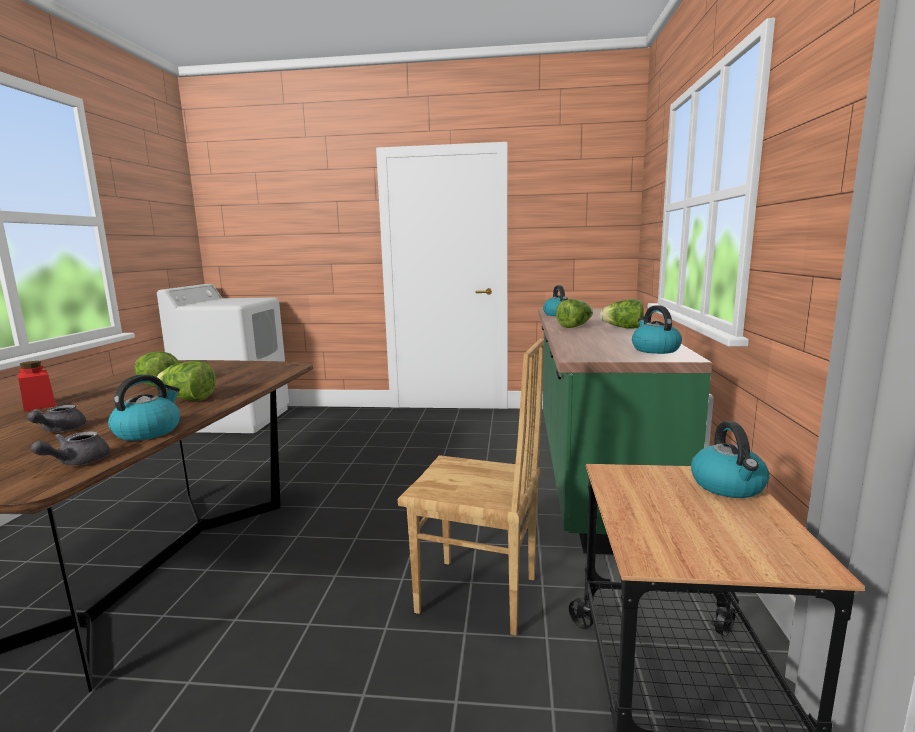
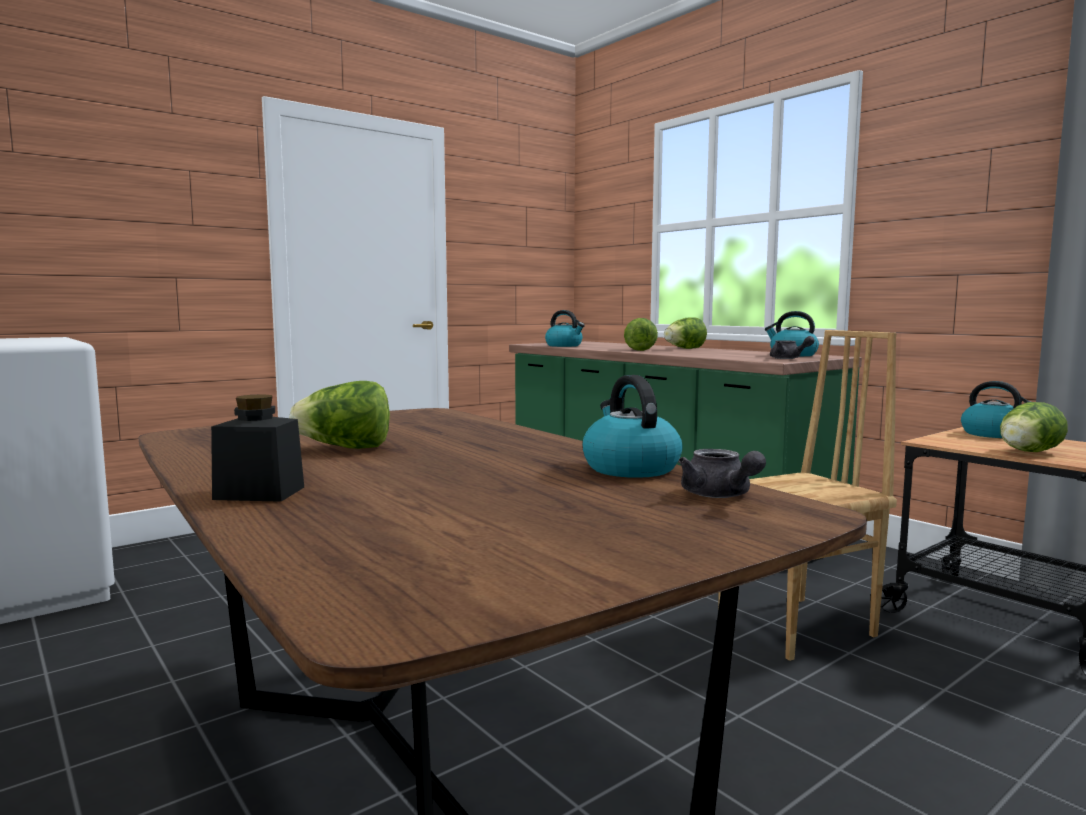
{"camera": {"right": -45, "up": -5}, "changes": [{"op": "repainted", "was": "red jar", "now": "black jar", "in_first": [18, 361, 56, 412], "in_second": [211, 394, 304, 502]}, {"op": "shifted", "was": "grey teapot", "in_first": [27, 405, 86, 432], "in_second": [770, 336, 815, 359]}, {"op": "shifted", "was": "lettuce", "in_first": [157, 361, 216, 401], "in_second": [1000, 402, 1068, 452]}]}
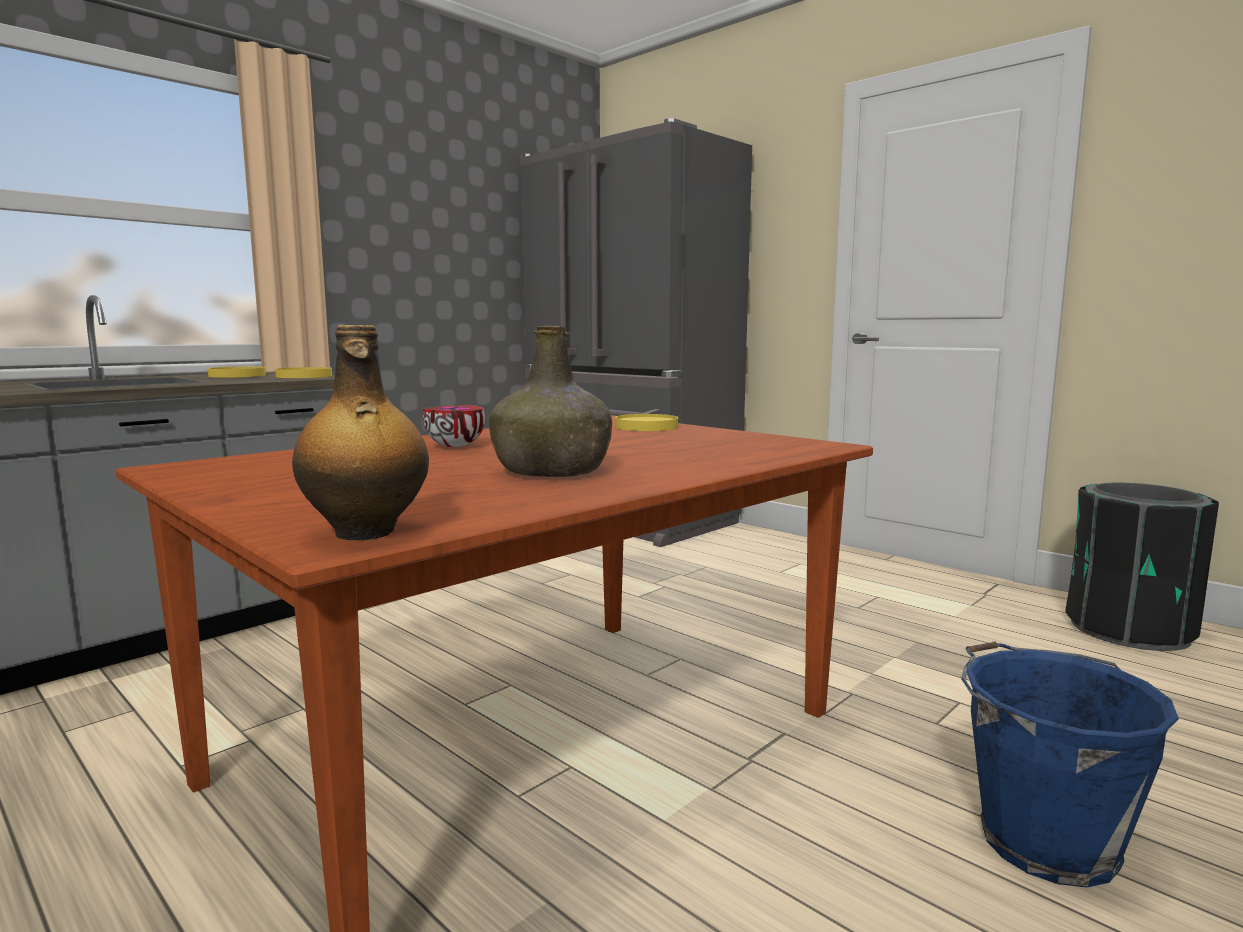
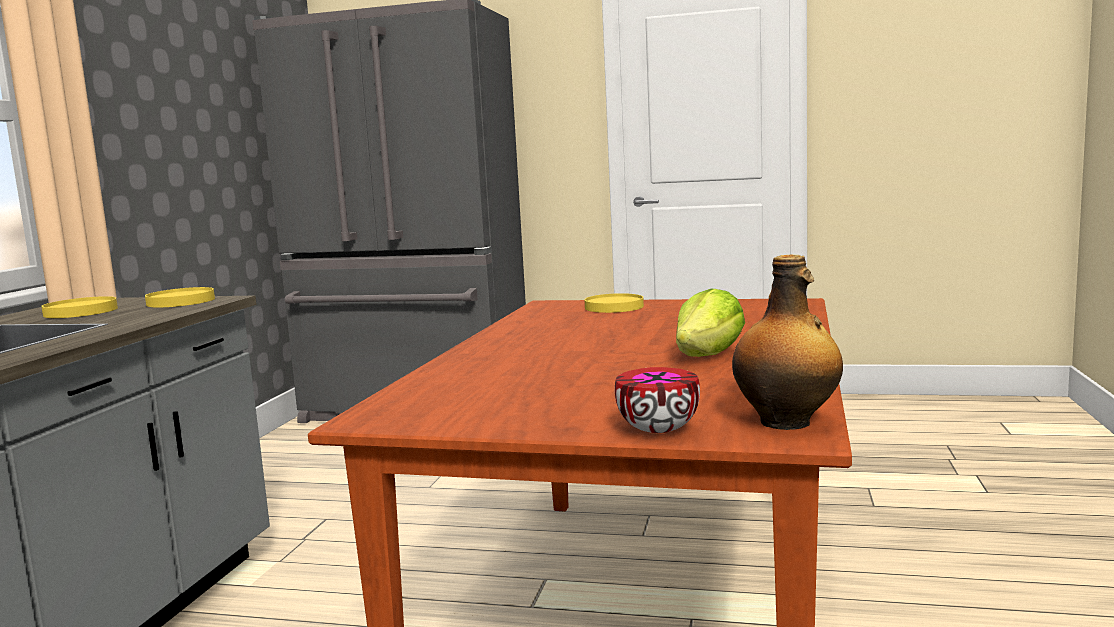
{"camera": {"right": -30, "up": 0}, "changes": [{"op": "shifted", "was": "bowl", "in_first": [423, 405, 485, 447], "in_second": [615, 367, 700, 433]}, {"op": "swapped", "was": "green bottle", "now": "lettuce", "in_first": [489, 326, 612, 477], "in_second": [676, 289, 745, 357]}, {"op": "gone", "was": "blue bucket", "in_first": [961, 641, 1179, 887]}, {"op": "gone", "was": "black trash can", "in_first": [1065, 482, 1219, 651]}]}
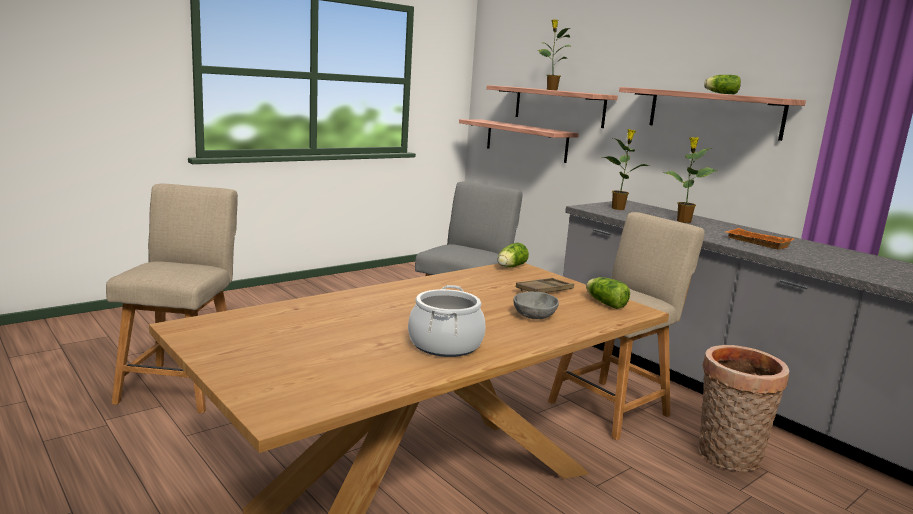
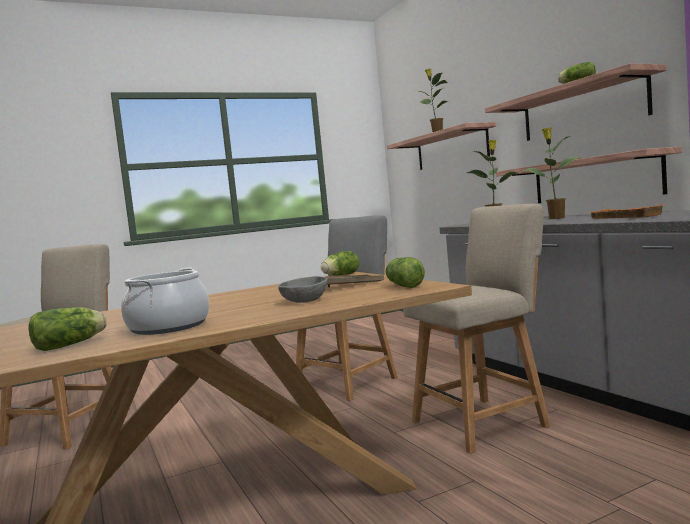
{"camera": {"right": 15, "up": -10}, "changes": [{"op": "shifted", "was": "shelf", "in_first": [459, 119, 579, 163], "in_second": [496, 146, 682, 203]}, {"op": "gone", "was": "basket", "in_first": [698, 345, 789, 472]}, {"op": "new", "now": "lettuce", "in_second": [28, 307, 107, 351]}]}
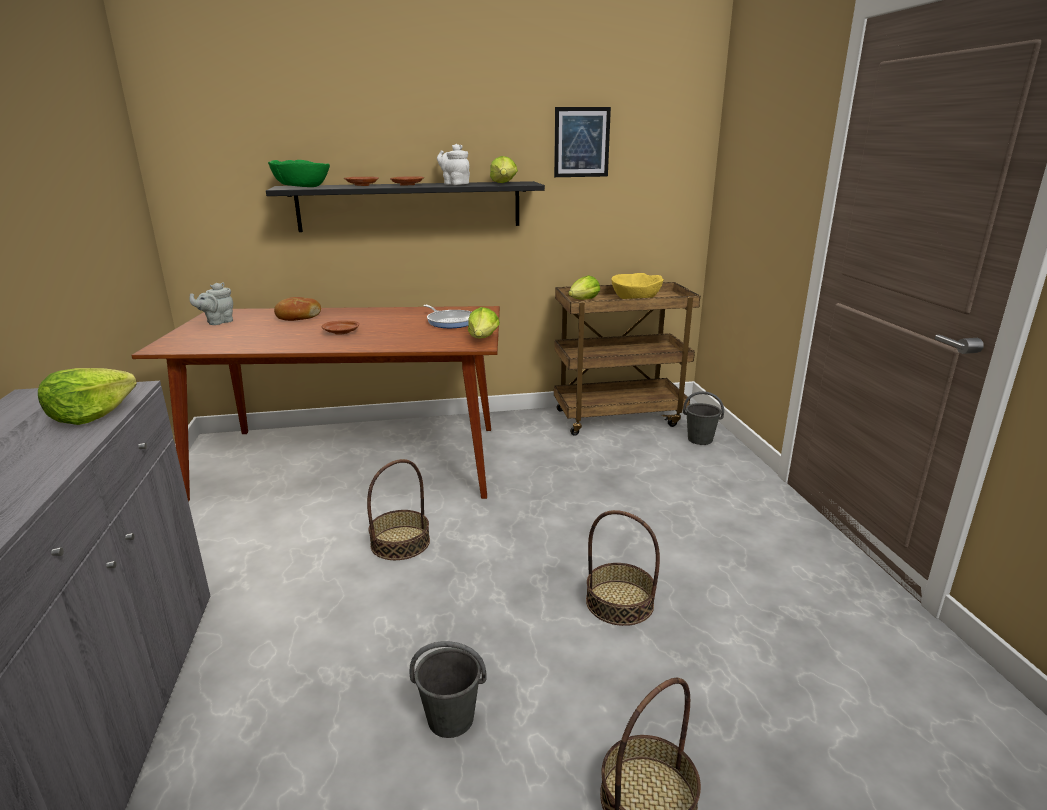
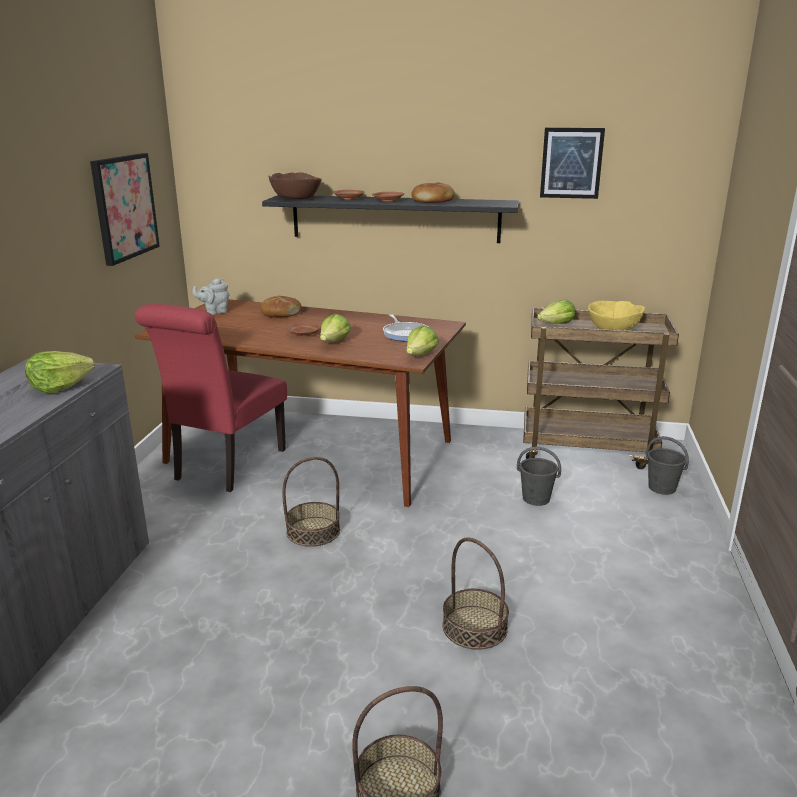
{"camera": {"right": 20, "up": 0}, "changes": [{"op": "repainted", "was": "green bowl", "now": "brown bowl", "in_first": [268, 160, 330, 187], "in_second": [268, 172, 322, 199]}, {"op": "shifted", "was": "grey bucket", "in_first": [410, 641, 487, 738], "in_second": [517, 447, 561, 506]}, {"op": "swapped", "was": "white teapot", "now": "bread", "in_first": [437, 144, 470, 185], "in_second": [411, 182, 455, 203]}, {"op": "shifted", "was": "lettuce", "in_first": [490, 156, 518, 183], "in_second": [320, 314, 351, 342]}, {"op": "new", "now": "picture", "in_second": [90, 153, 160, 266]}, {"op": "new", "now": "red chair", "in_second": [135, 304, 287, 492]}]}
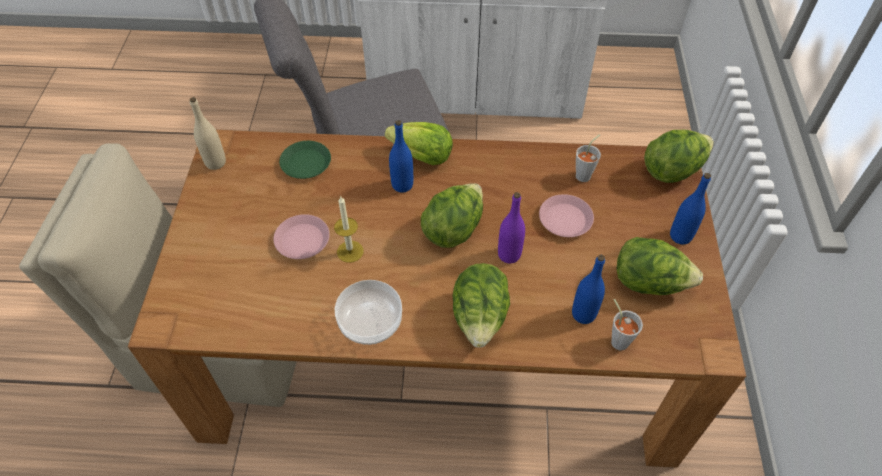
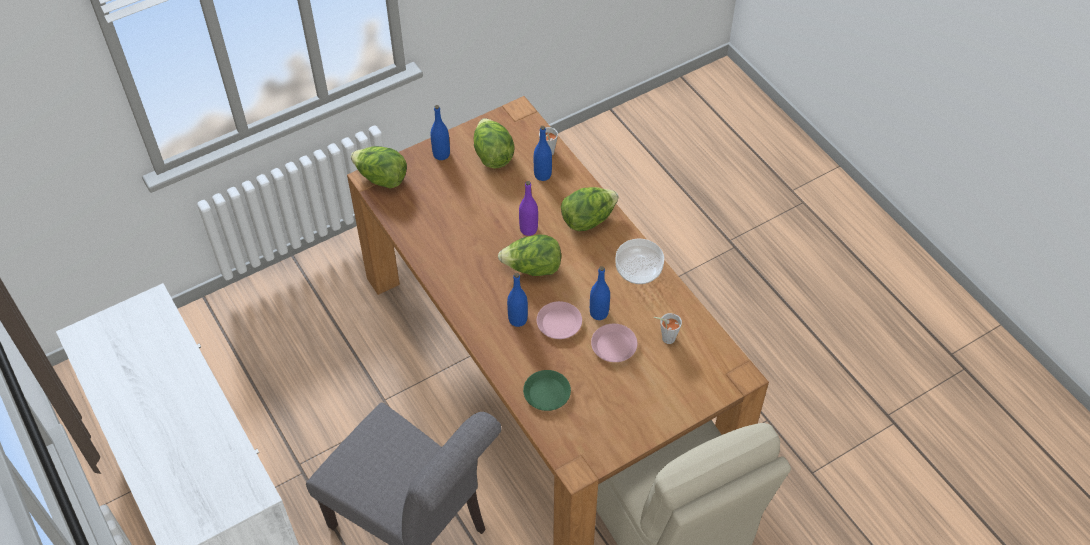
{"camera": {"right": -125, "up": 0}, "changes": [{"op": "gone", "was": "beige bottle", "in_first": [190, 97, 226, 170]}, {"op": "swapped", "was": "candle", "now": "blue bottle", "in_first": [334, 197, 363, 263], "in_second": [590, 266, 610, 320]}, {"op": "gone", "was": "lettuce", "in_first": [385, 122, 453, 165]}, {"op": "shifted", "was": "pink plate", "in_first": [539, 194, 594, 237], "in_second": [537, 301, 582, 339]}, {"op": "shifted", "was": "grey cup", "in_first": [576, 134, 601, 182], "in_second": [654, 313, 682, 344]}]}
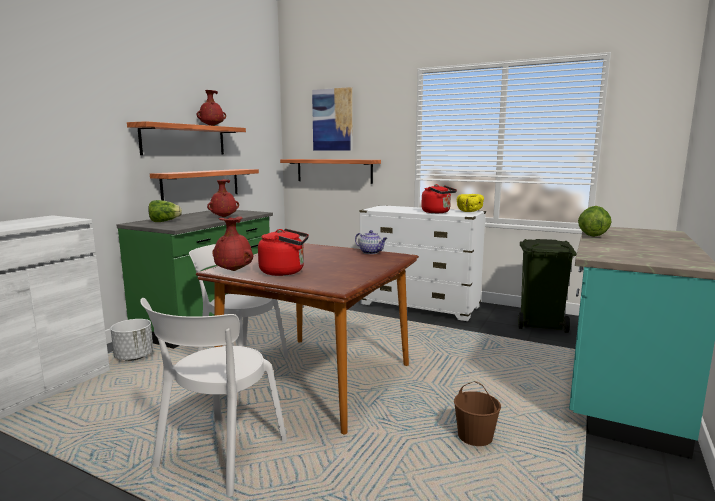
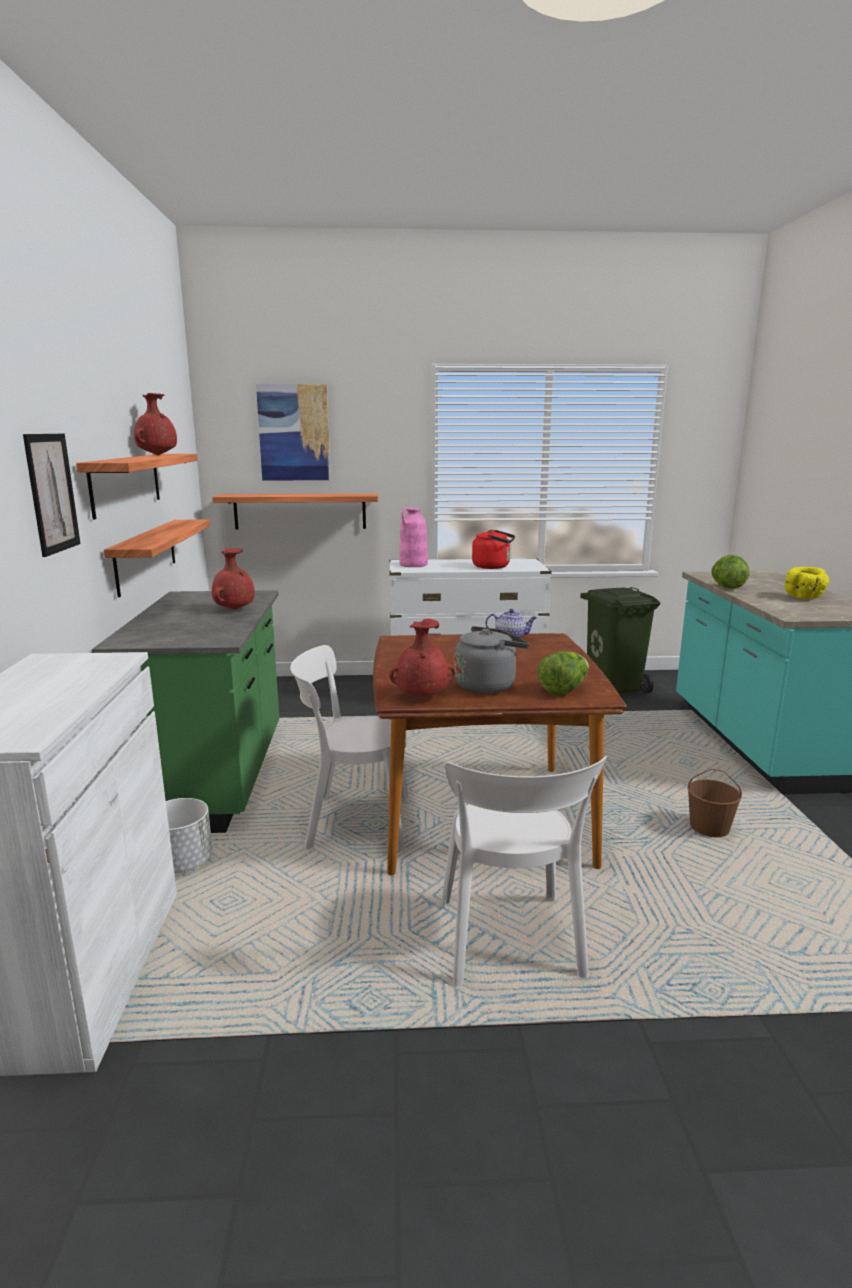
{"camera": {"right": -30, "up": 5}, "changes": [{"op": "shifted", "was": "lettuce", "in_first": [148, 200, 182, 222], "in_second": [537, 651, 589, 695]}, {"op": "repainted", "was": "red kettle", "now": "grey kettle", "in_first": [258, 229, 309, 276], "in_second": [454, 626, 529, 694]}, {"op": "shifted", "was": "yellow bowl", "in_first": [457, 194, 484, 212], "in_second": [785, 567, 829, 599]}, {"op": "new", "now": "picture", "in_second": [23, 434, 80, 557]}, {"op": "new", "now": "pink vase", "in_second": [400, 507, 428, 567]}]}
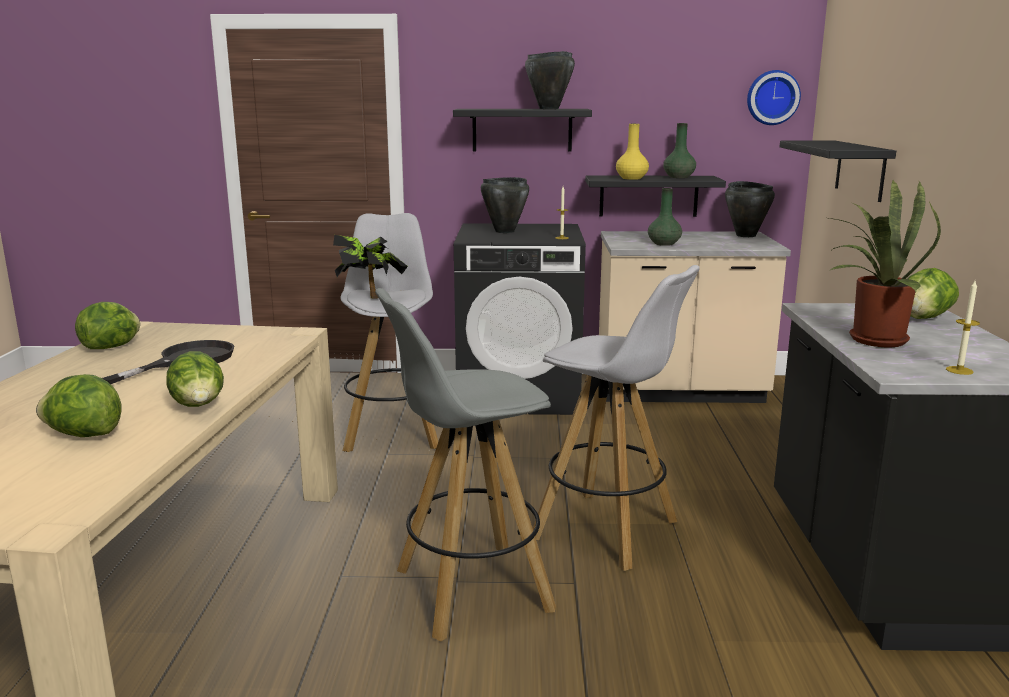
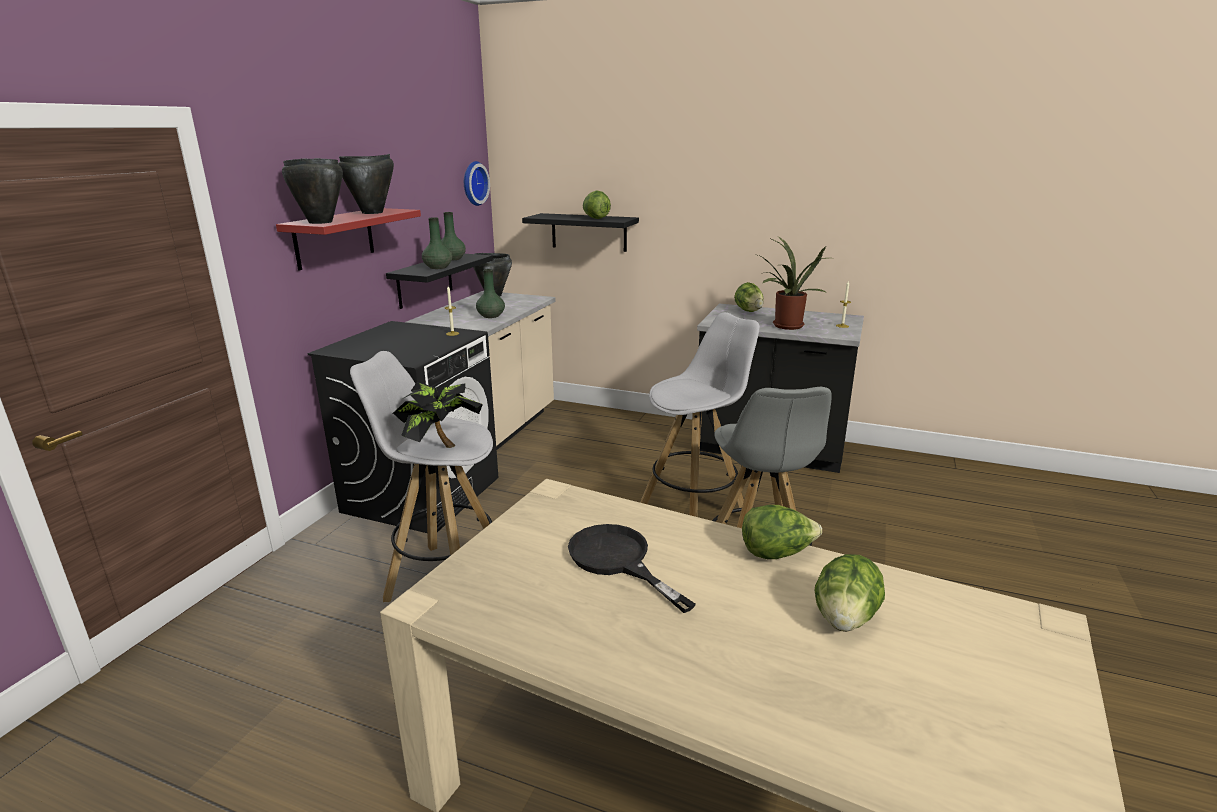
{"camera": {"right": -70, "up": 5}, "changes": [{"op": "shifted", "was": "lettuce", "in_first": [75, 302, 140, 349], "in_second": [583, 190, 611, 219]}, {"op": "repainted", "was": "black shelf", "now": "red shelf", "in_first": [453, 109, 592, 152], "in_second": [276, 208, 421, 271]}, {"op": "shifted", "was": "black cooking pot", "in_first": [481, 177, 529, 233], "in_second": [282, 158, 343, 224]}, {"op": "repainted", "was": "yellow vase", "now": "green vase", "in_first": [616, 124, 649, 180], "in_second": [422, 217, 452, 269]}]}
